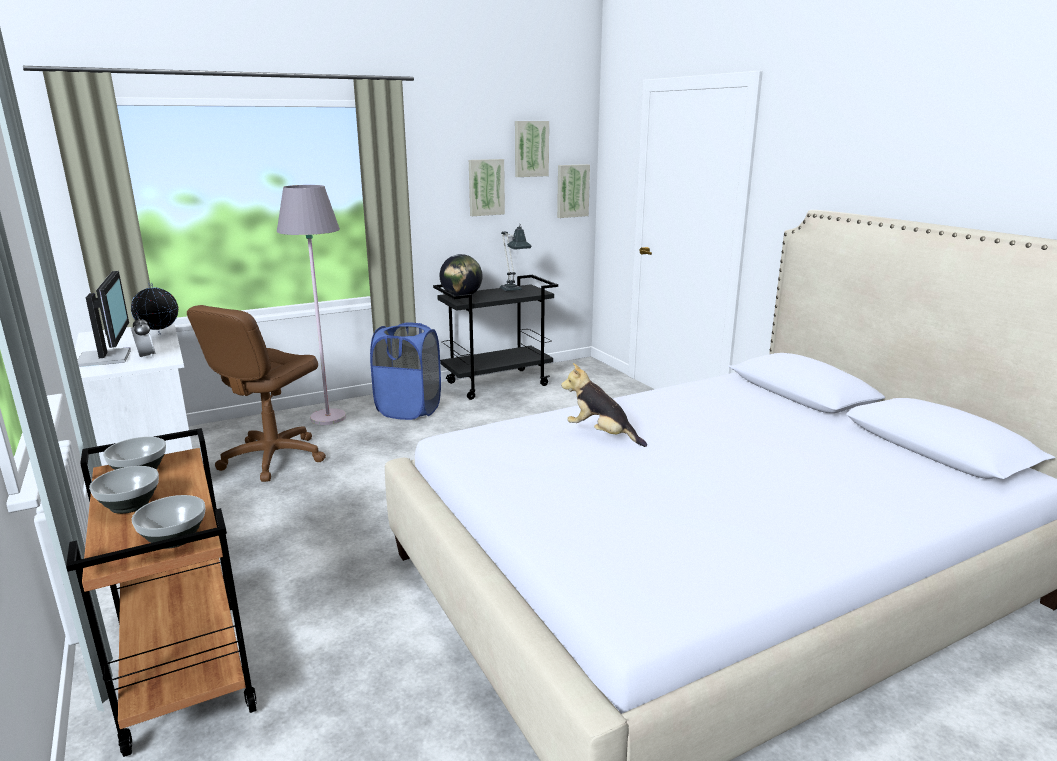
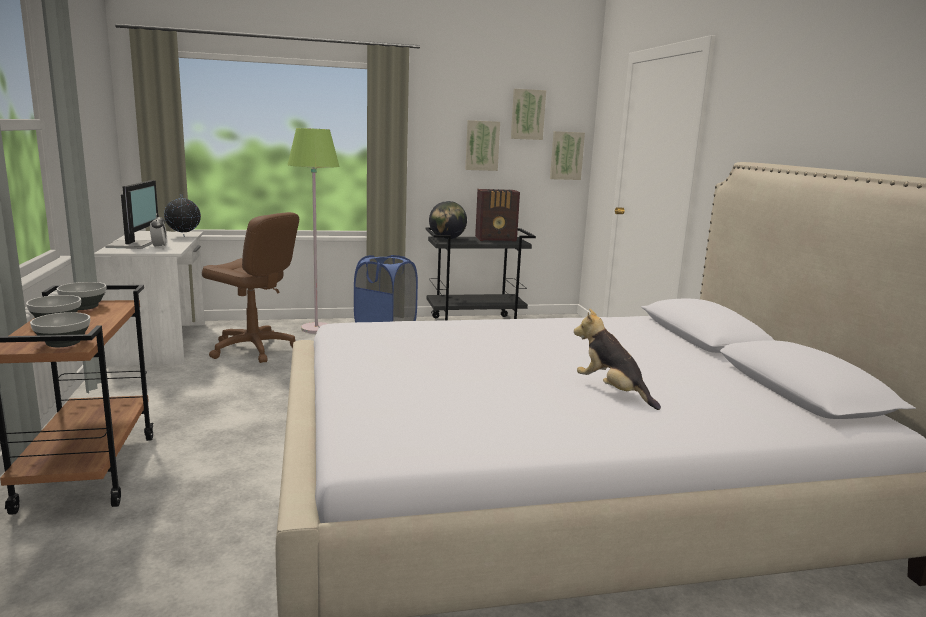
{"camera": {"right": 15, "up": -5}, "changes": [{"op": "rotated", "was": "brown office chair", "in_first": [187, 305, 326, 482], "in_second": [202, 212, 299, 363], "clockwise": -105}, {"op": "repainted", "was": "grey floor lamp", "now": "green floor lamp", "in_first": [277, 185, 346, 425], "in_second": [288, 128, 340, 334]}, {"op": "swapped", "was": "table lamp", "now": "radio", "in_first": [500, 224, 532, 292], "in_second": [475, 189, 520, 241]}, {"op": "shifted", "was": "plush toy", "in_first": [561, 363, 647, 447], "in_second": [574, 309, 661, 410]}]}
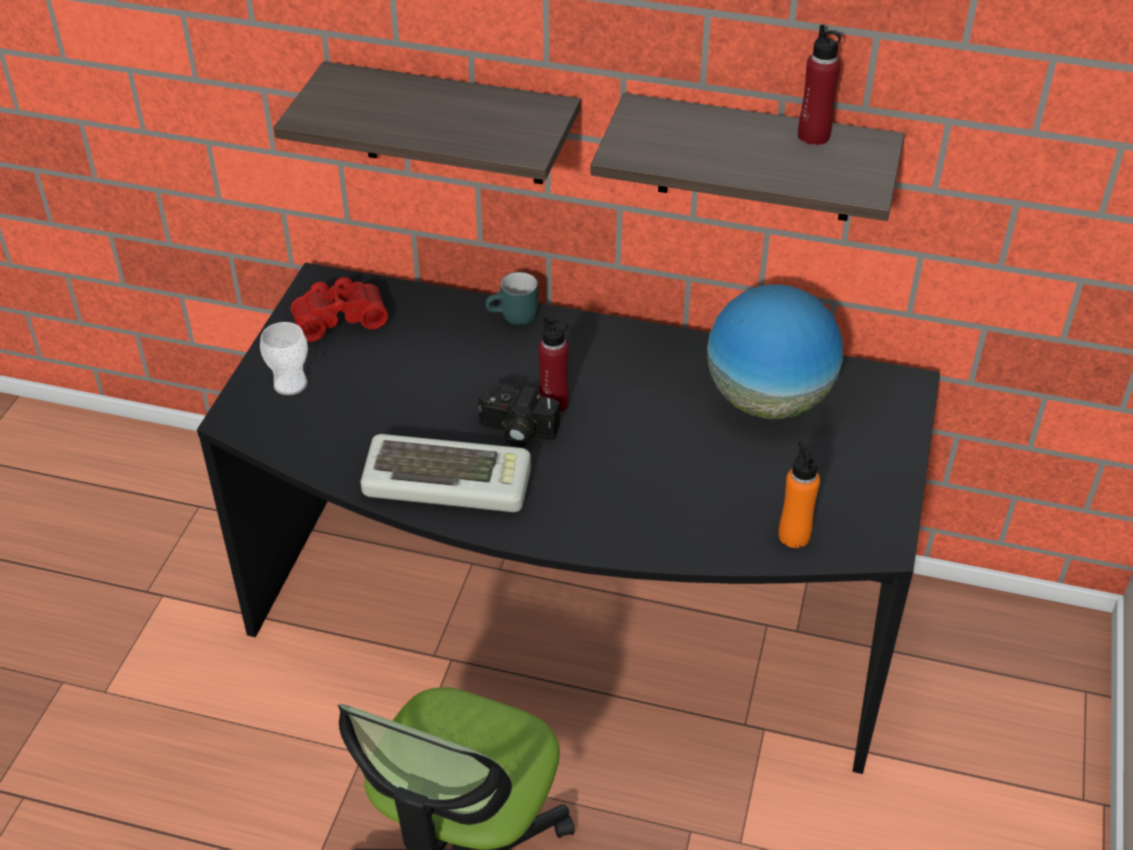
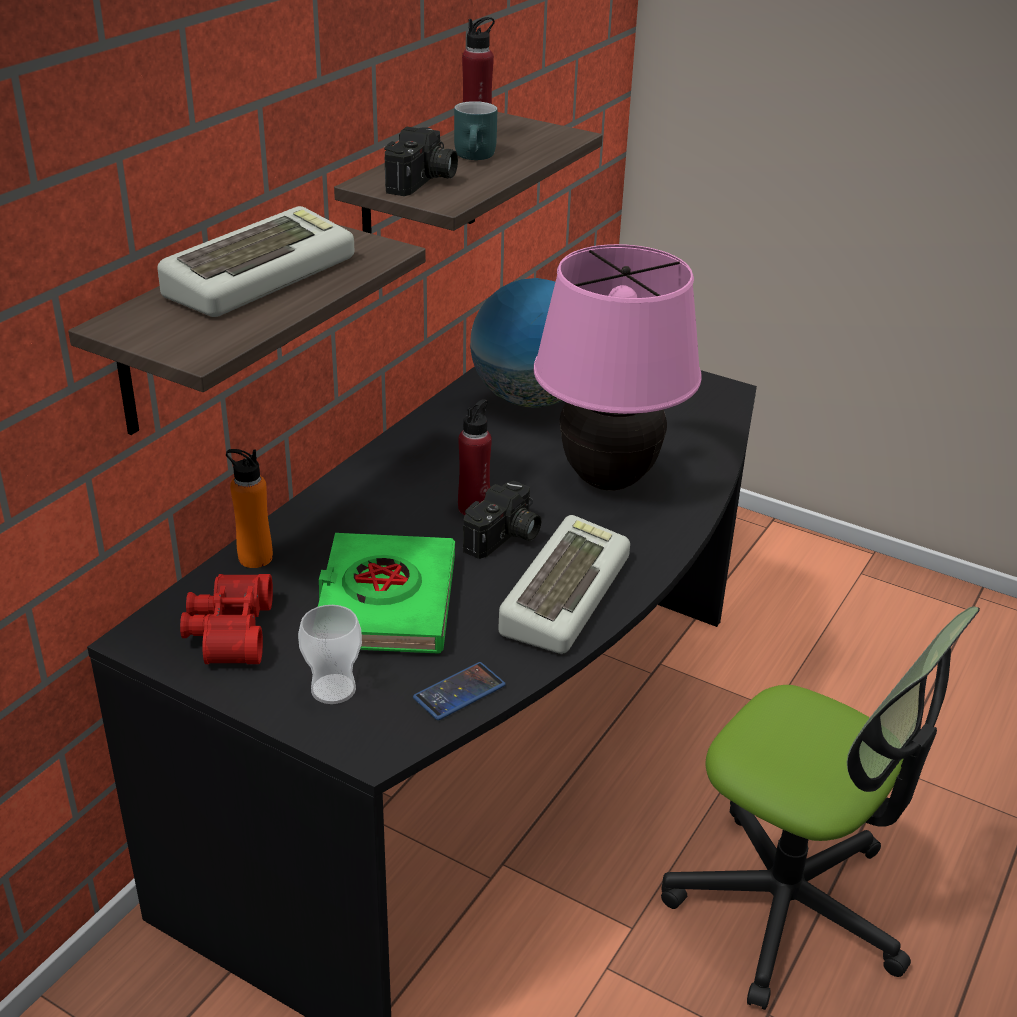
{"camera": {"right": -75, "up": -10}, "changes": [{"op": "shifted", "was": "turquoise mug", "in_first": [485, 272, 538, 325], "in_second": [454, 101, 497, 160]}, {"op": "shifted", "was": "orange bottle", "in_first": [779, 441, 820, 548], "in_second": [226, 449, 273, 568]}, {"op": "new", "now": "keyboard", "in_second": [157, 206, 354, 317]}, {"op": "new", "now": "green book", "in_second": [318, 533, 455, 654]}, {"op": "new", "now": "photo camera", "in_second": [384, 127, 458, 196]}, {"op": "new", "now": "phone", "in_second": [413, 662, 506, 720]}, {"op": "new", "now": "pink table lamp", "in_second": [534, 244, 702, 491]}]}
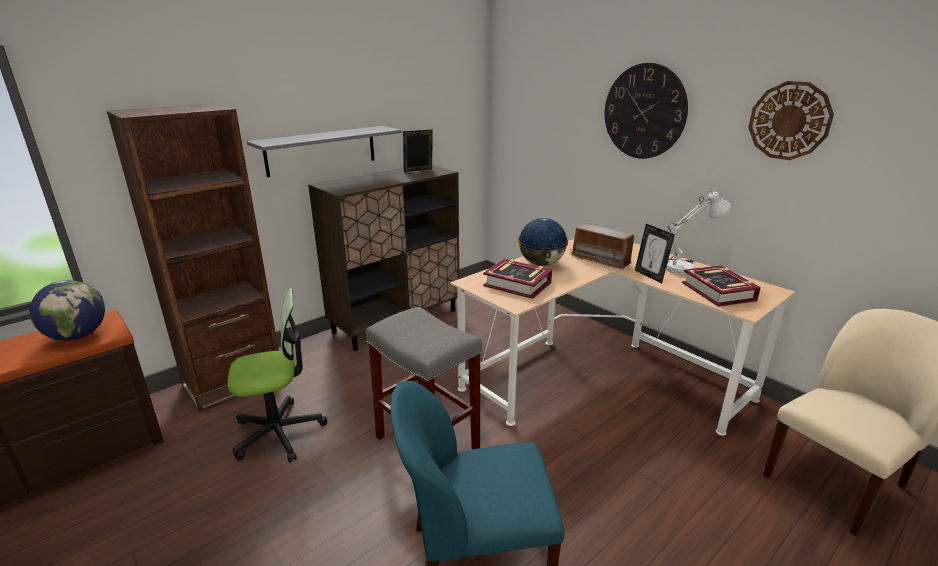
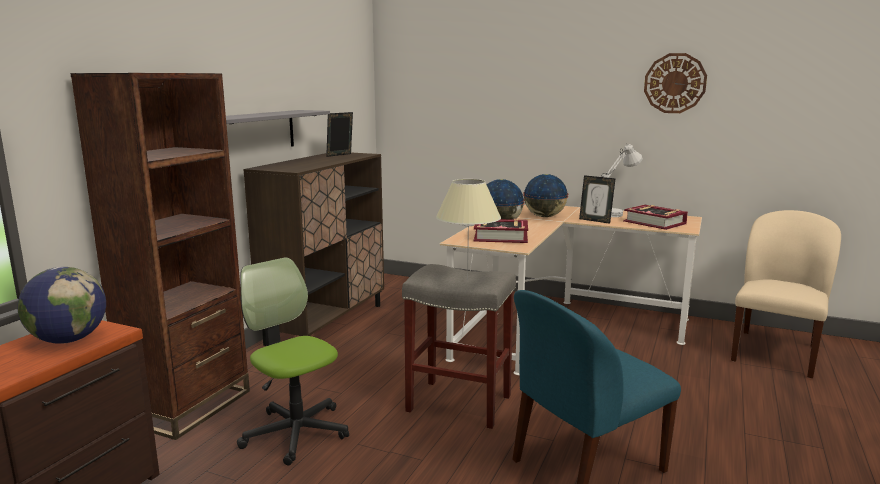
{"camera": {"right": -25, "up": -10}, "changes": [{"op": "rotated", "was": "office chair", "in_first": [227, 288, 327, 462], "in_second": [237, 257, 349, 465], "clockwise": -90}, {"op": "swapped", "was": "radio", "now": "globe", "in_first": [570, 223, 637, 270], "in_second": [523, 174, 568, 217]}, {"op": "gone", "was": "wall clock", "in_first": [605, 63, 688, 159]}, {"op": "new", "now": "beige table lamp", "in_second": [436, 179, 501, 281]}]}
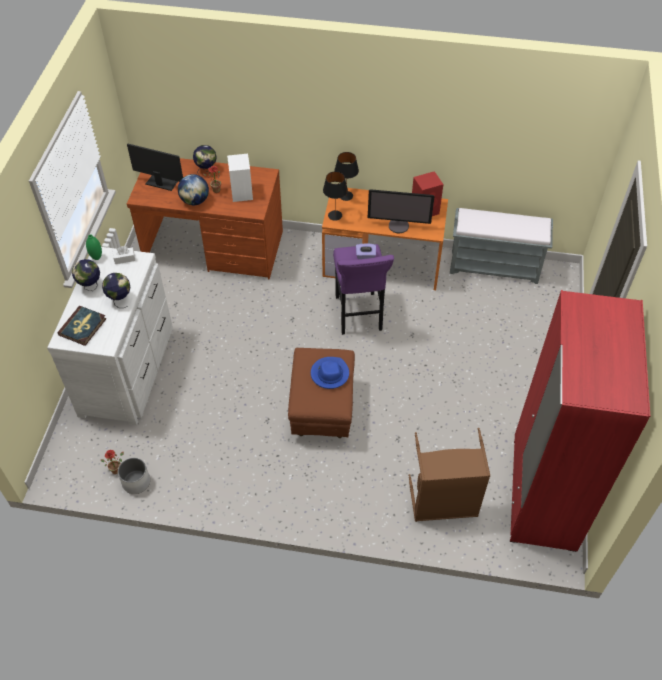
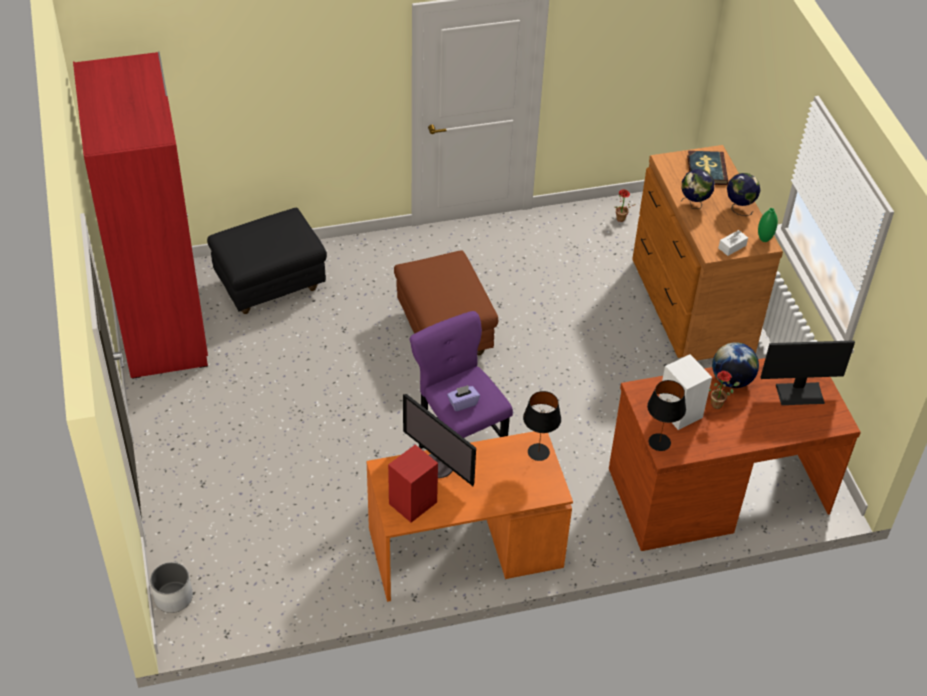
{"camera": {"right": 155, "up": -5}, "changes": [{"op": "repainted", "was": "white dresser", "now": "brown dresser", "in_first": [47, 247, 173, 426], "in_second": [632, 145, 783, 361]}, {"op": "shifted", "was": "white planter", "in_first": [118, 458, 150, 494], "in_second": [150, 562, 193, 613]}, {"op": "gone", "was": "globe", "in_first": [193, 145, 217, 175]}, {"op": "gone", "was": "blue hat", "in_first": [311, 357, 349, 389]}, {"op": "shifted", "was": "black table lamp", "in_first": [335, 152, 359, 201], "in_second": [647, 380, 686, 451]}, {"op": "rotated", "was": "monitor", "in_first": [368, 189, 435, 233], "in_second": [403, 394, 476, 486], "clockwise": -120}, {"op": "swapped", "was": "brown laundry basket", "now": "black ottoman", "in_first": [408, 428, 490, 522], "in_second": [207, 208, 327, 314]}, {"op": "gone", "was": "grey bench", "in_first": [450, 208, 553, 284]}]}
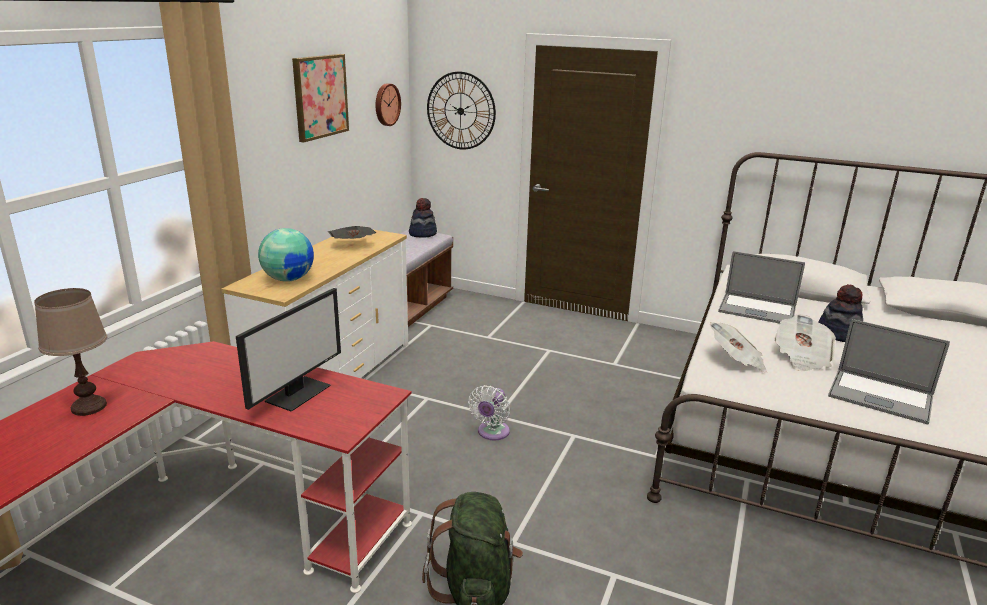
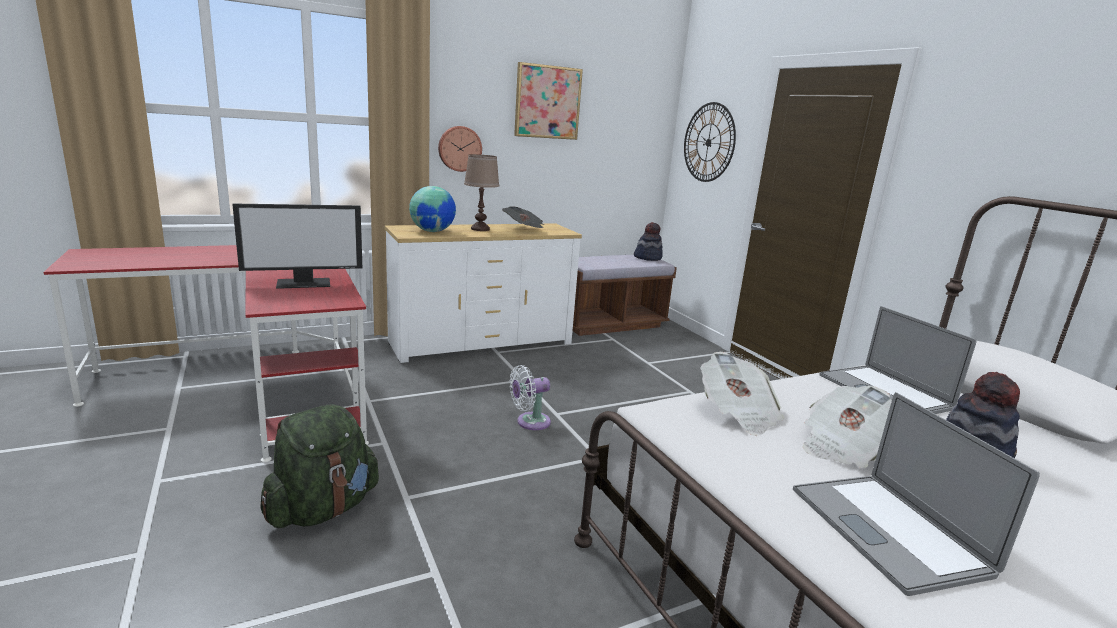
{"camera": {"right": 40, "up": -5}, "changes": [{"op": "shifted", "was": "brown table lamp", "in_first": [34, 288, 107, 416], "in_second": [464, 154, 499, 231]}, {"op": "shifted", "was": "wall clock", "in_first": [376, 83, 401, 126], "in_second": [438, 126, 482, 172]}]}
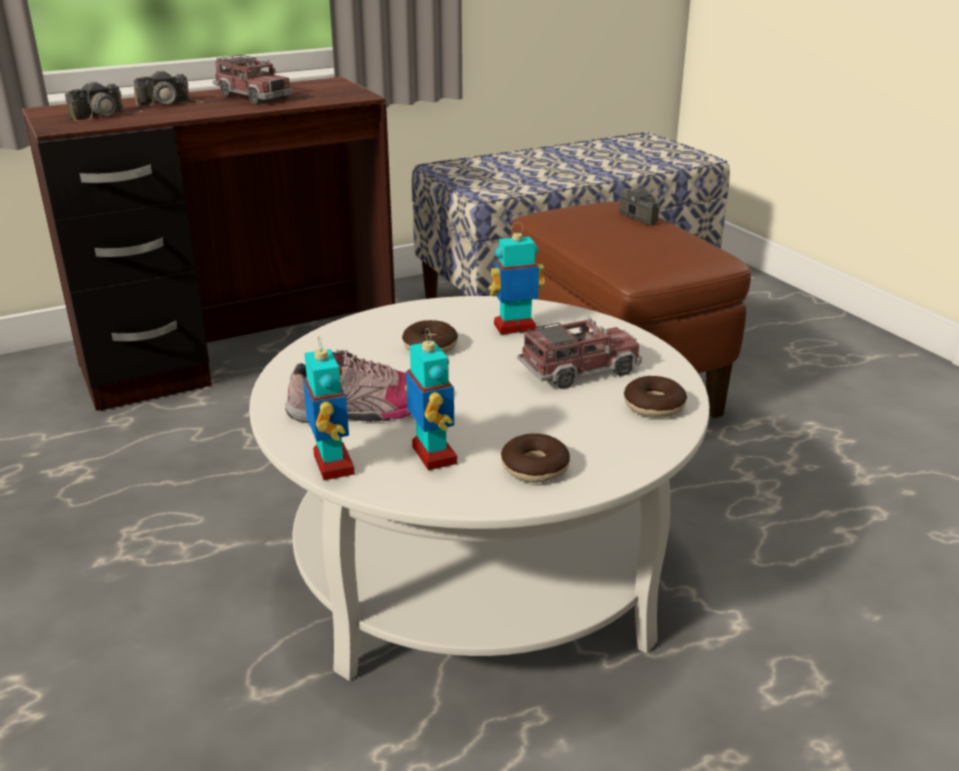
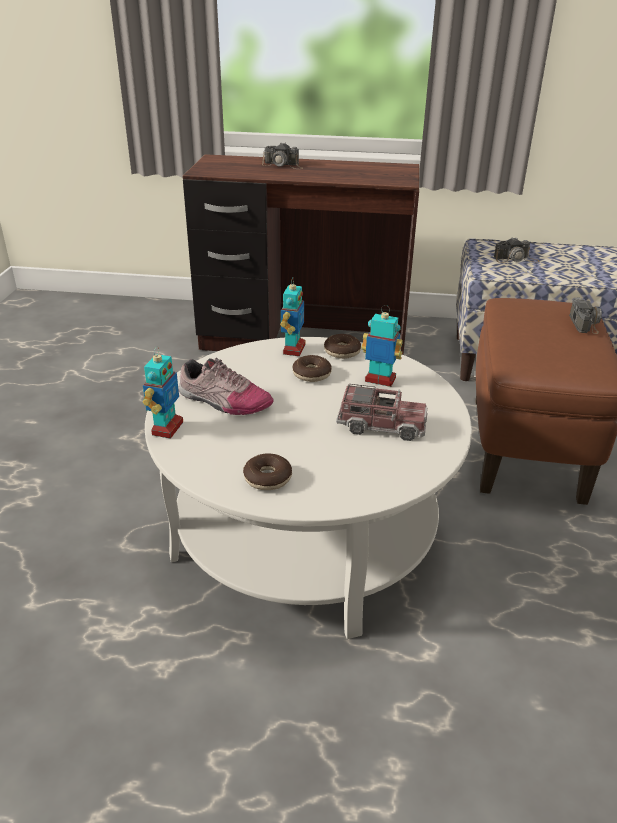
{"camera": {"right": 35, "up": 5}, "changes": [{"op": "shifted", "was": "photo camera", "in_first": [65, 81, 142, 121], "in_second": [494, 237, 540, 263]}, {"op": "gone", "was": "toy truck", "in_first": [213, 55, 293, 104]}, {"op": "shifted", "was": "toy robot", "in_first": [405, 328, 457, 470], "in_second": [280, 277, 305, 356]}, {"op": "shifted", "was": "donut", "in_first": [624, 376, 687, 417], "in_second": [324, 334, 361, 359]}]}
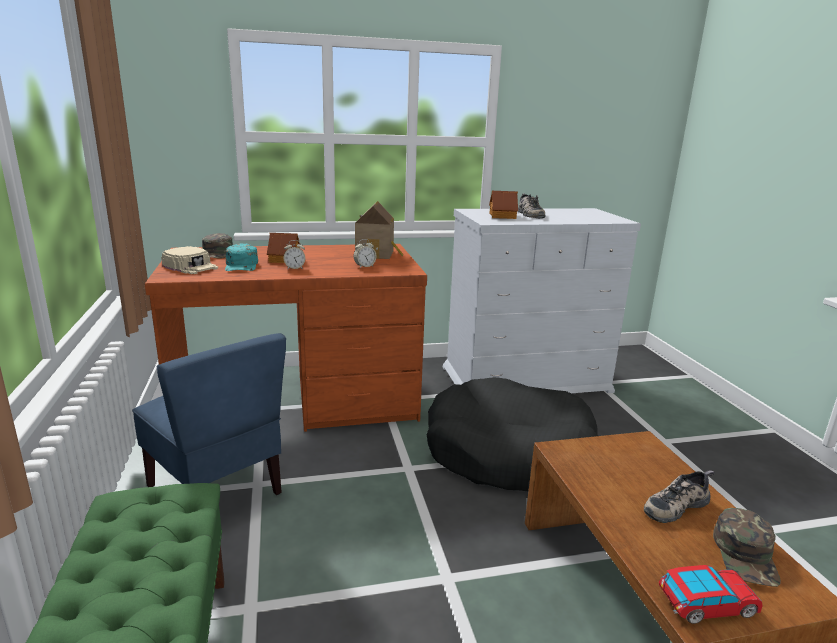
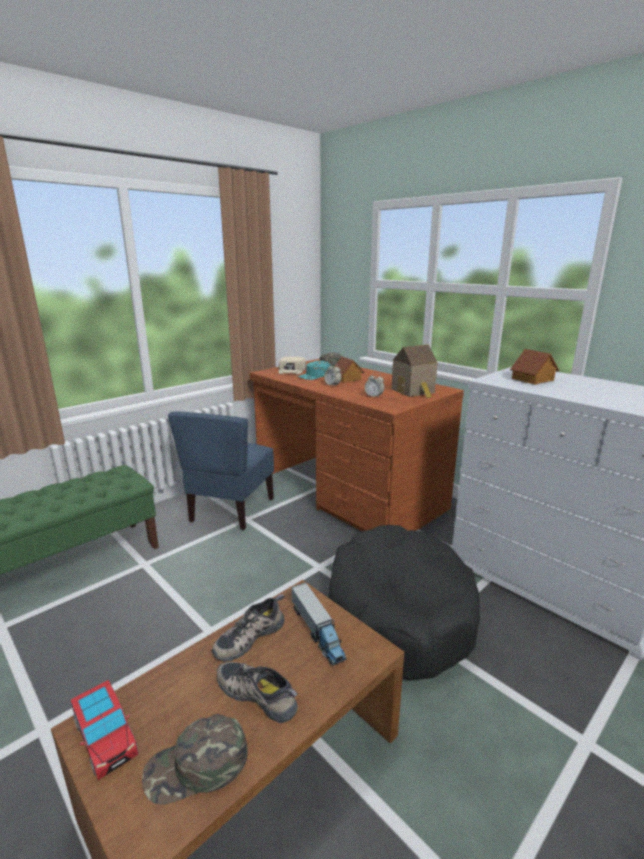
{"camera": {"right": 60, "up": 0}, "changes": [{"op": "shifted", "was": "shoe", "in_first": [518, 193, 546, 218], "in_second": [212, 594, 285, 662]}, {"op": "new", "now": "toy truck", "in_second": [291, 582, 347, 666]}]}
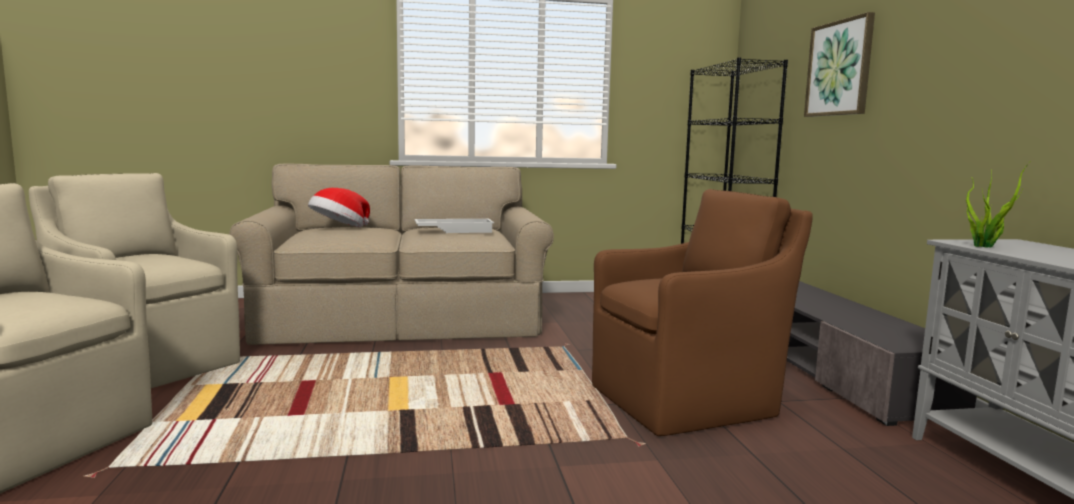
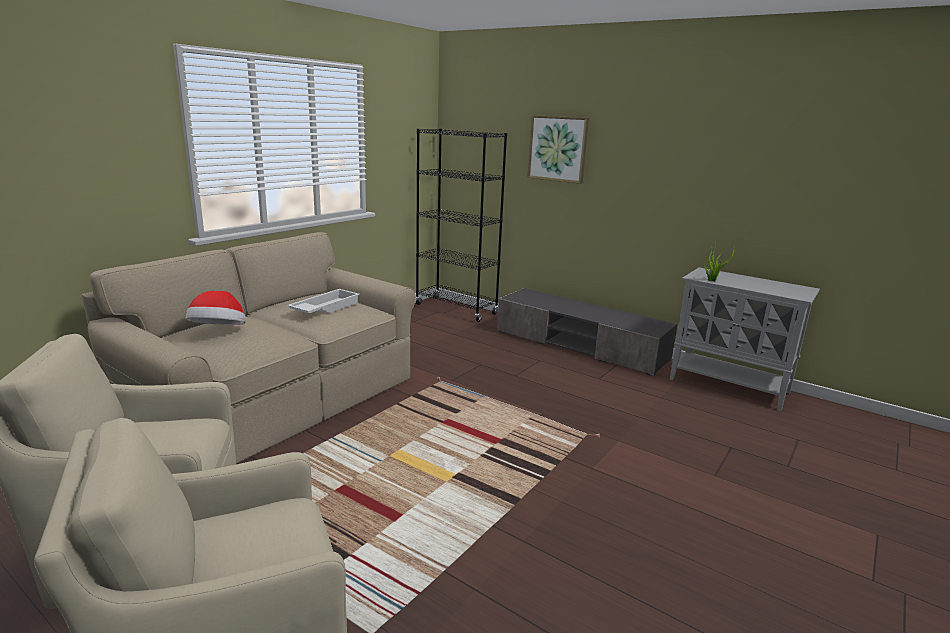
{"camera": {"right": -45, "up": 10}, "changes": [{"op": "gone", "was": "brown armchair", "in_first": [592, 189, 813, 436]}]}
